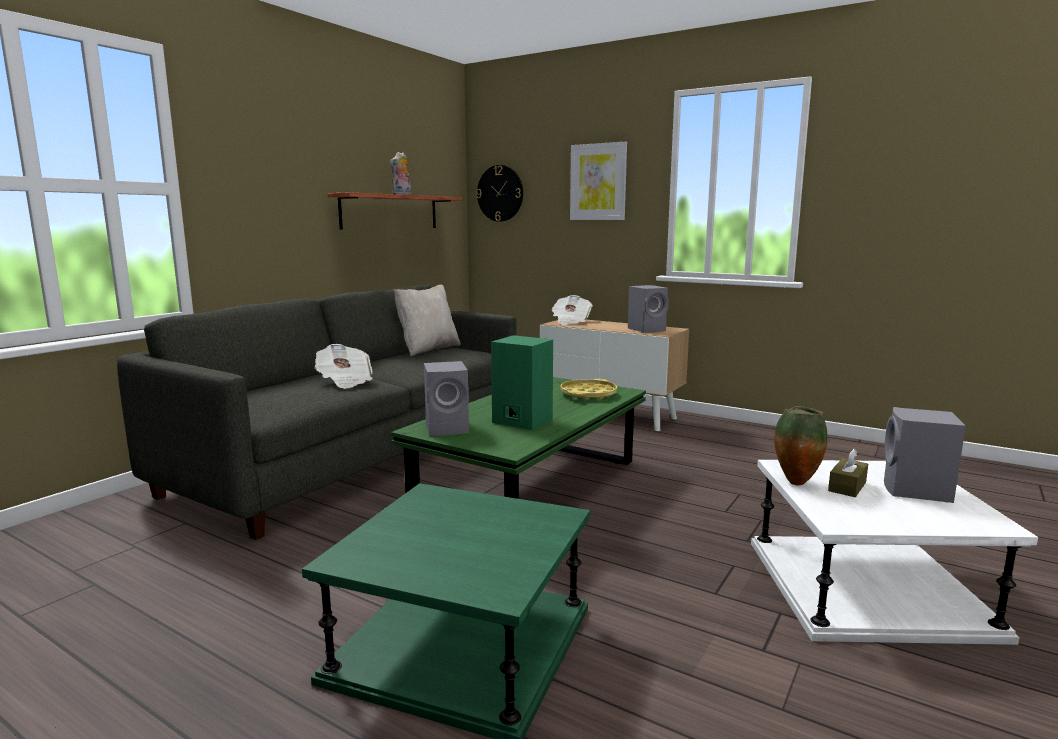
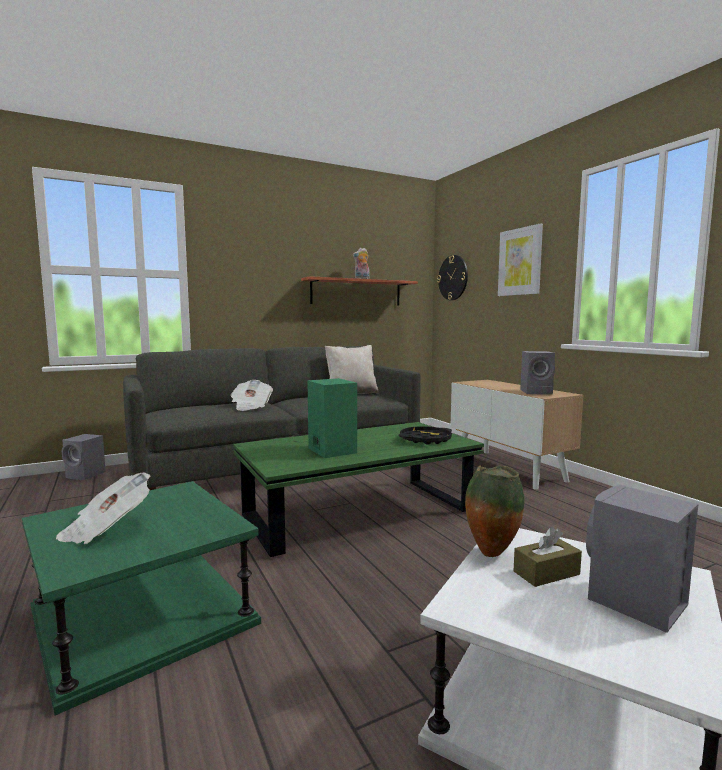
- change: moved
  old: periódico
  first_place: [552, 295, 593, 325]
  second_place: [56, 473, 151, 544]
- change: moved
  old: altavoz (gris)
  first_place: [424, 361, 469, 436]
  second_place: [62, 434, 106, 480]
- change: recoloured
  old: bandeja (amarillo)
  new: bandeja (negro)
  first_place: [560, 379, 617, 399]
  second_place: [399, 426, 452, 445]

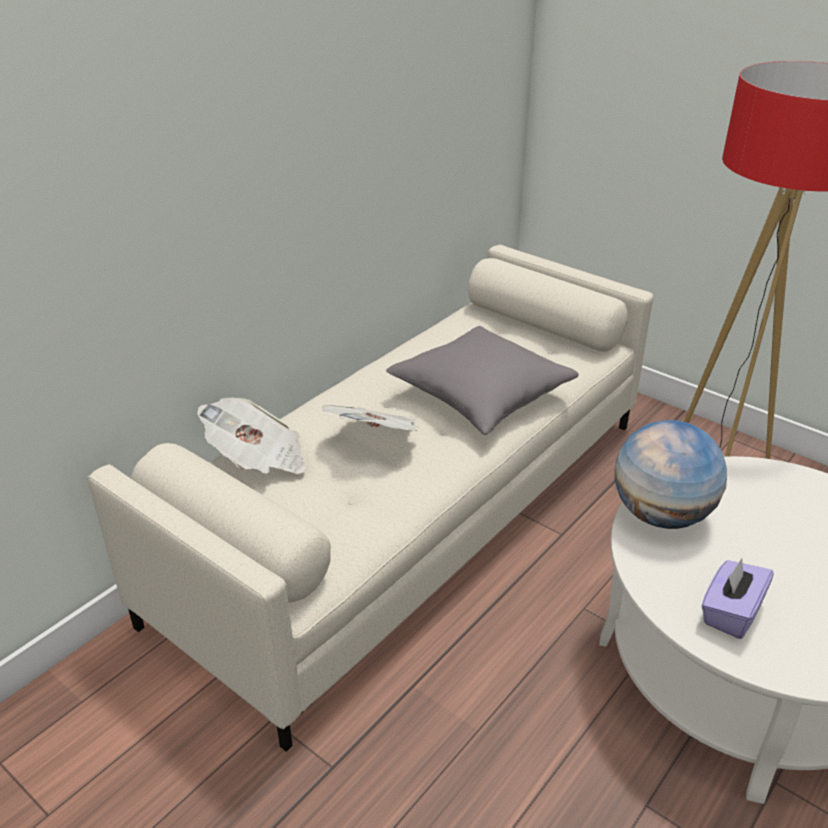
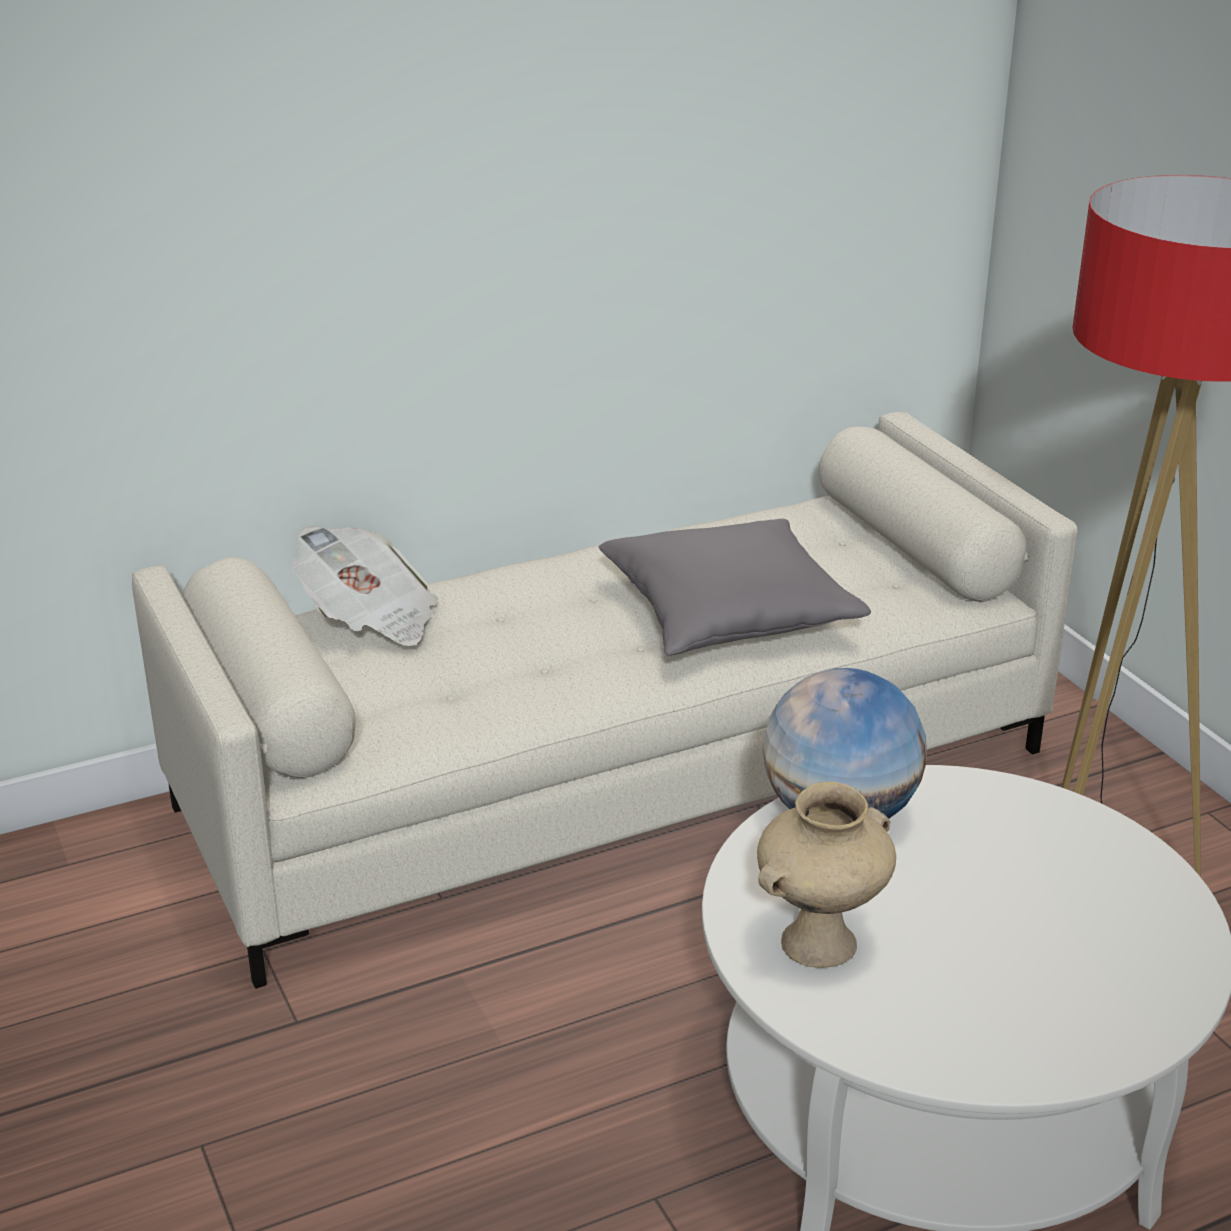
- change: removed
  old: periódico
  first_place: [322, 405, 419, 431]
- change: replaced
  old: caja de pañuelos (morado)
  new: florero (beis)
  first_place: [701, 558, 774, 639]
  second_place: [757, 781, 896, 968]

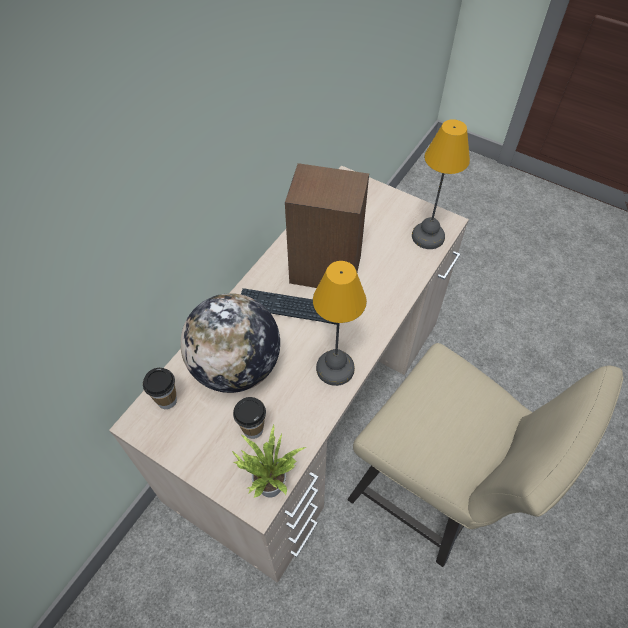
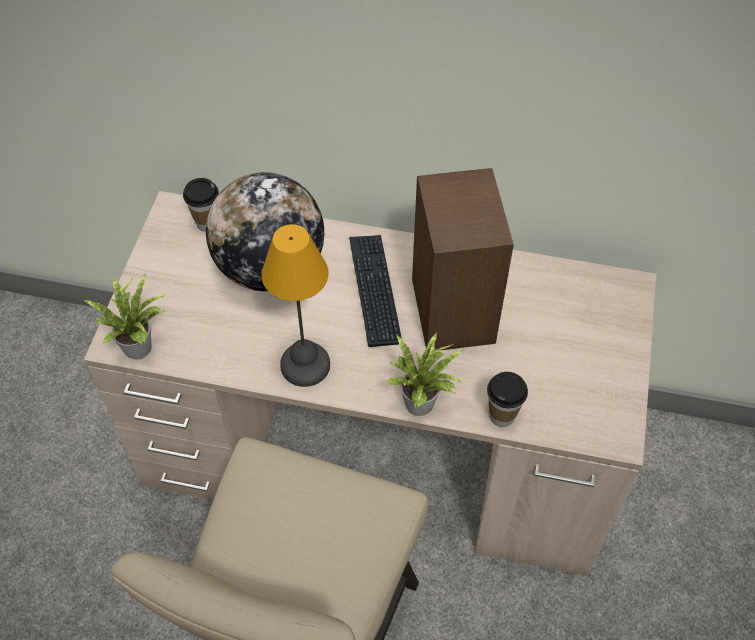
- change: removed
  old: lámpara de mesa
  first_place: [412, 119, 470, 249]
- change: moved
  old: taza
  first_place: [233, 397, 266, 439]
  second_place: [487, 372, 528, 427]
- change: added
  new: planta en maceta
  second_place: [385, 333, 466, 416]

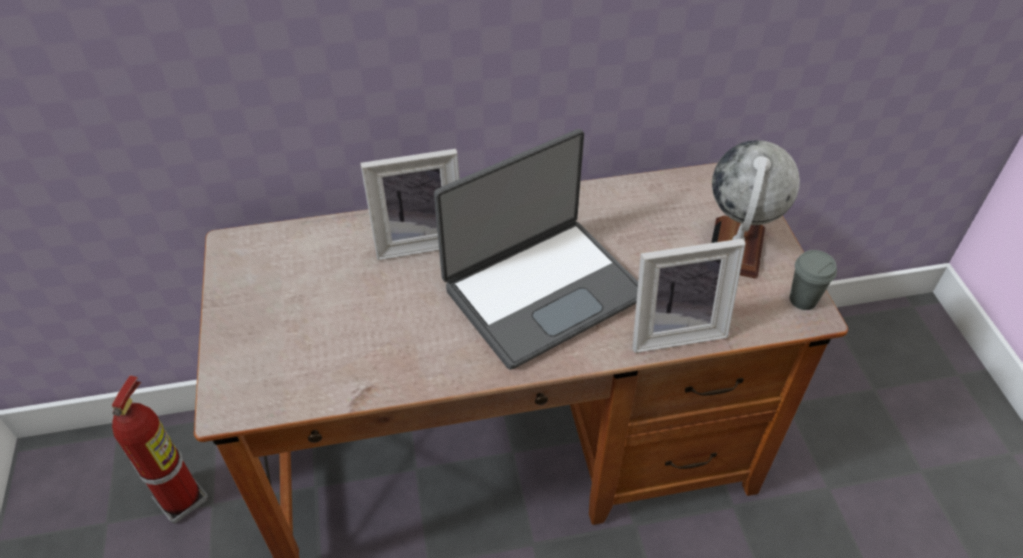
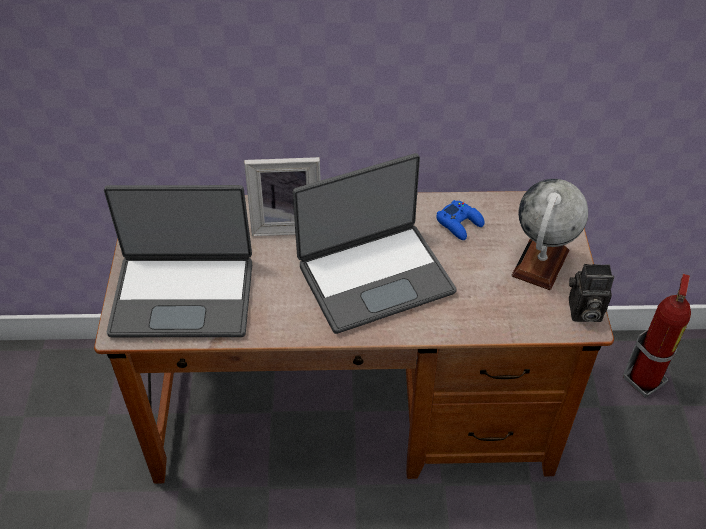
- change: removed
  old: portarretratos
  first_place: [632, 238, 746, 353]
- change: replaced
  old: taza (gris)
  new: cámara
  first_place: [790, 250, 837, 310]
  second_place: [569, 264, 614, 322]
- change: moved
  old: extintor
  first_place: [112, 375, 208, 524]
  second_place: [623, 274, 691, 398]
- change: added
  new: portátil
  second_place: [104, 185, 252, 337]
- change: added
  new: mando de consola (azul)
  second_place: [436, 200, 485, 240]

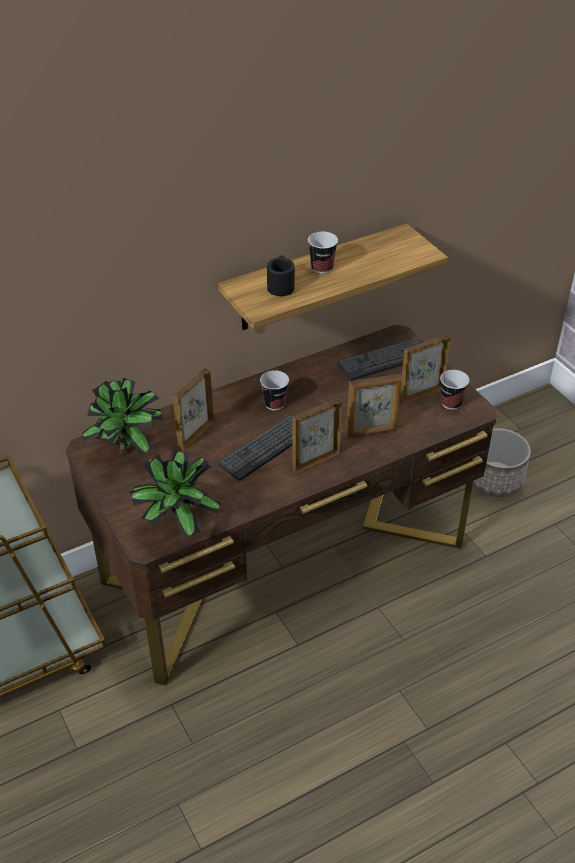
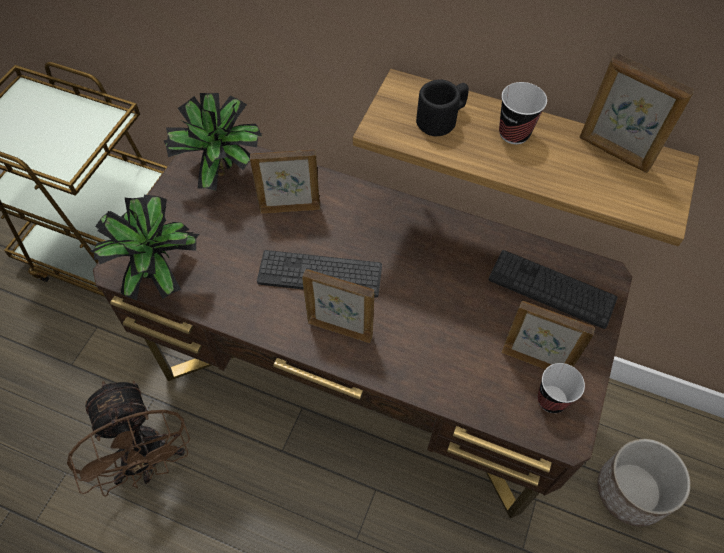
- change: removed
  old: taza
  first_place: [260, 370, 289, 410]
- change: moved
  old: portarretratos
  first_place: [346, 374, 402, 438]
  second_place: [580, 53, 695, 173]
- change: added
  new: ventilador (marrón)
  second_place: [67, 381, 190, 497]

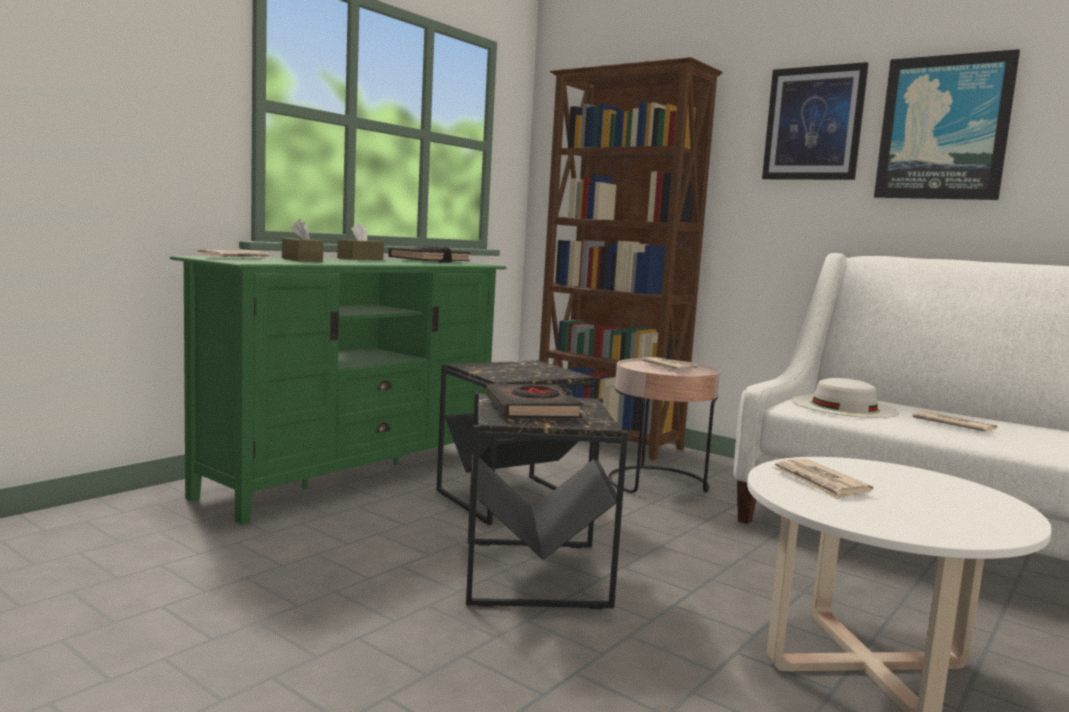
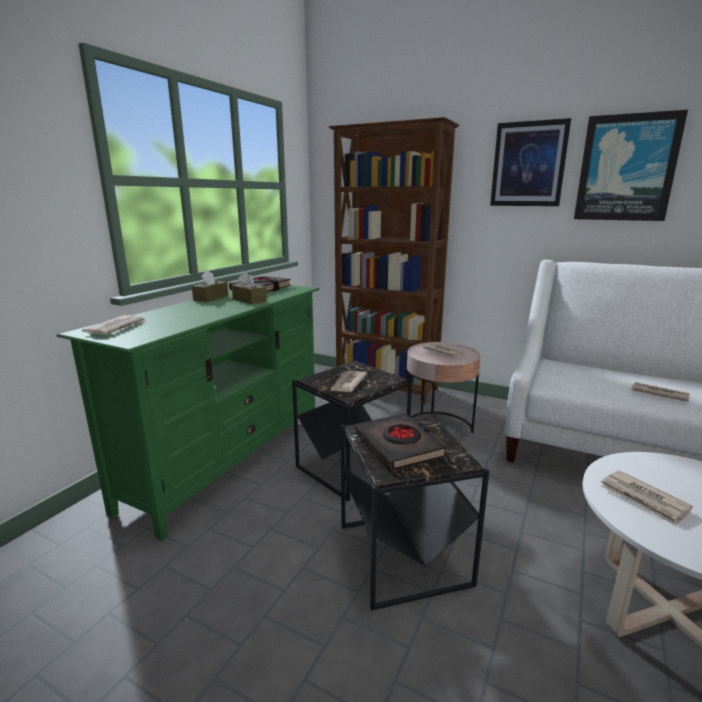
- change: moved
  old: caja de pañuelos (marrón)
  first_place: [282, 219, 323, 262]
  second_place: [232, 272, 267, 304]
- change: removed
  old: sombrero (blanco)
  first_place: [792, 378, 899, 418]
- change: added
  new: periódico
  second_place: [330, 371, 367, 392]

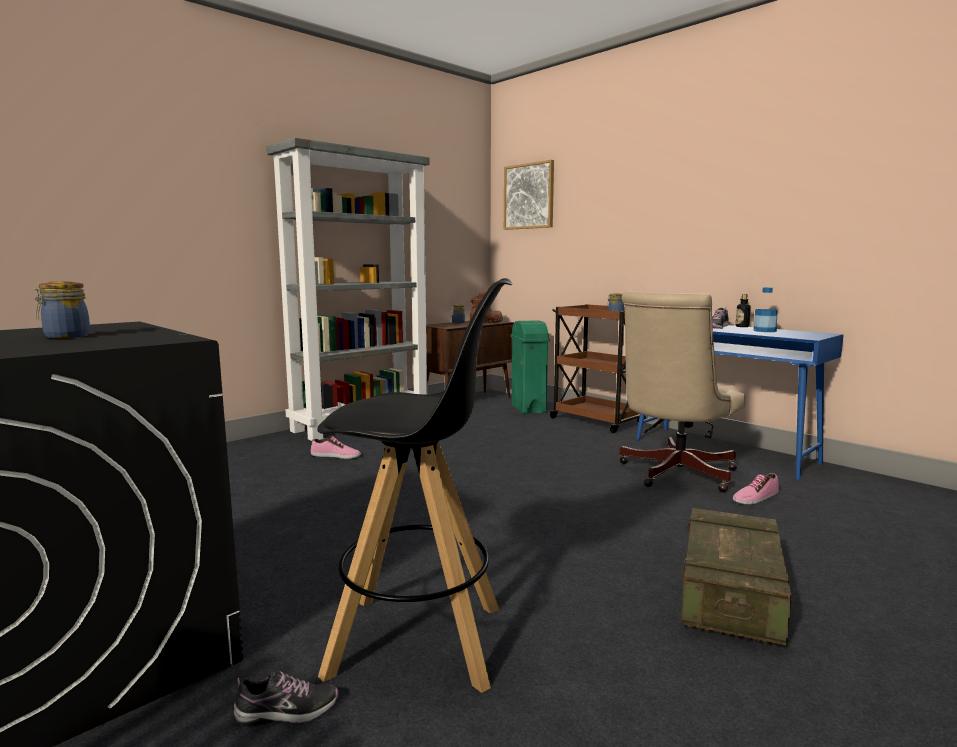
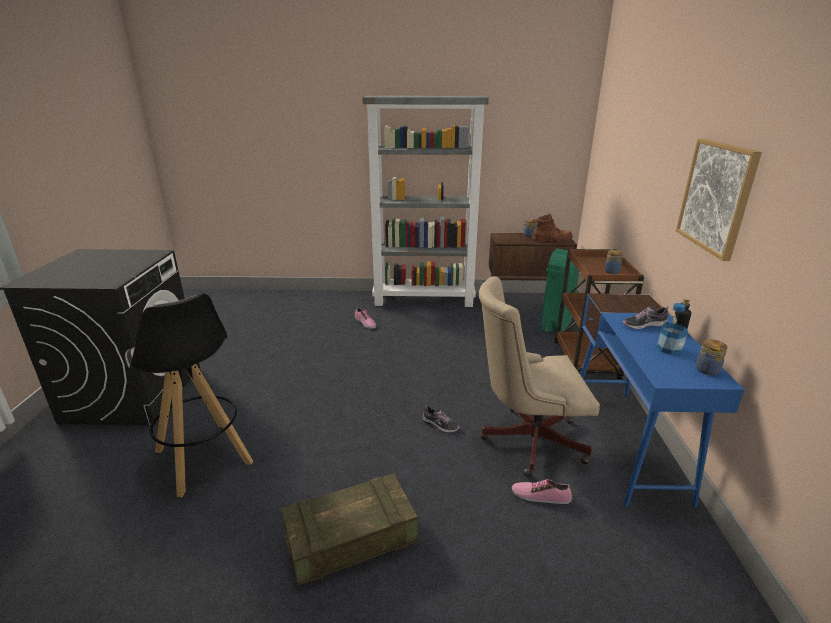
- change: moved
  old: cuadro
  first_place: [504, 160, 554, 230]
  second_place: [676, 139, 762, 261]
- change: moved
  old: tarro
  first_place: [33, 281, 90, 338]
  second_place: [696, 339, 728, 376]
- change: moved
  old: zapato
  first_place: [233, 670, 338, 727]
  second_place: [422, 405, 460, 433]

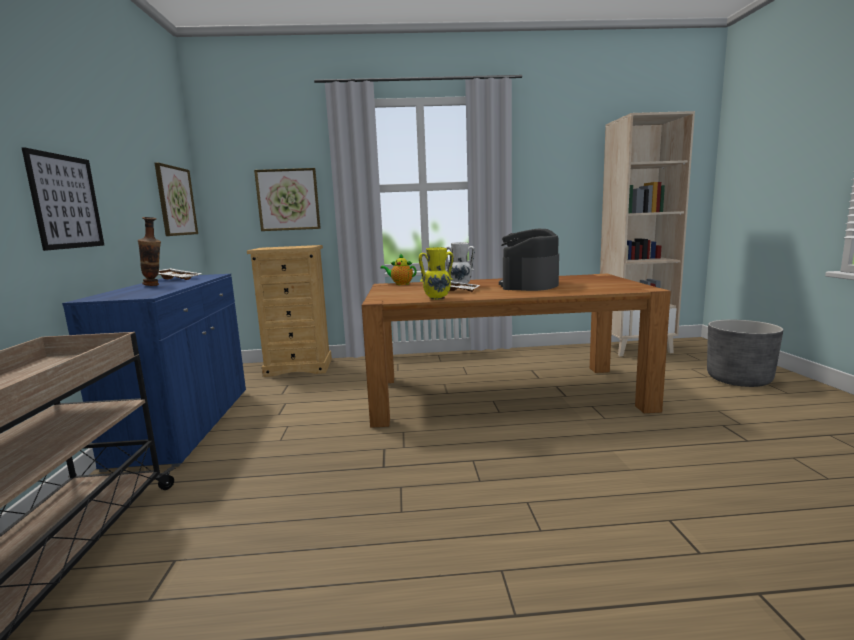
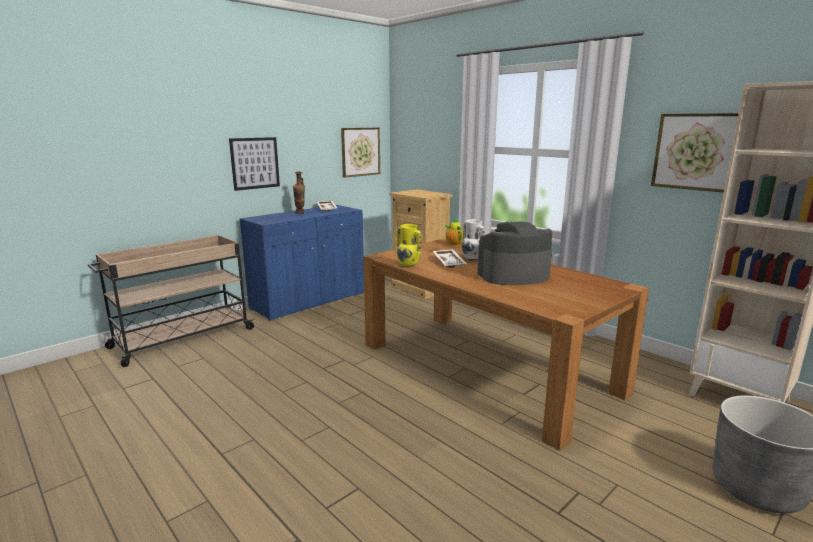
- change: moved
  old: cuadro
  first_place: [254, 168, 321, 231]
  second_place: [651, 113, 739, 193]

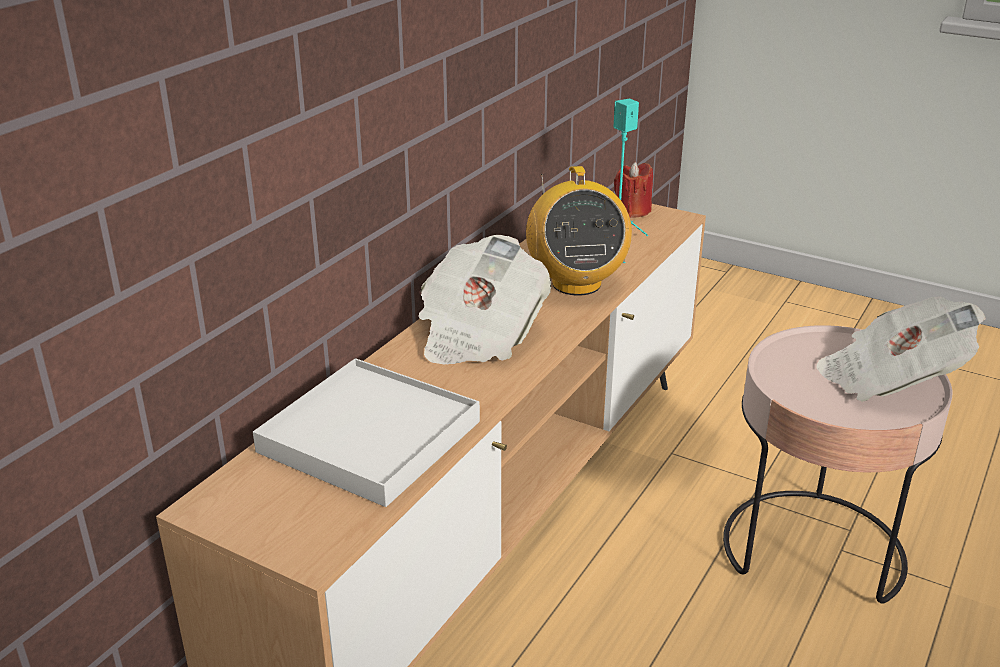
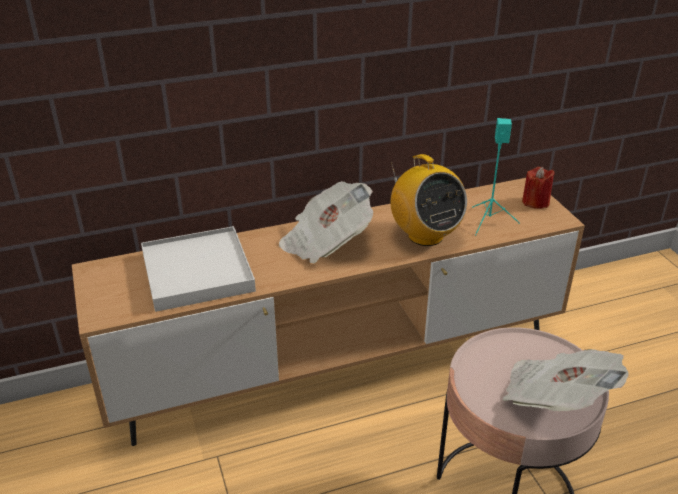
- change: turned
  old: radio
  first_place: [526, 166, 632, 296]
  second_place: [391, 154, 467, 246]
  degrees: -60

